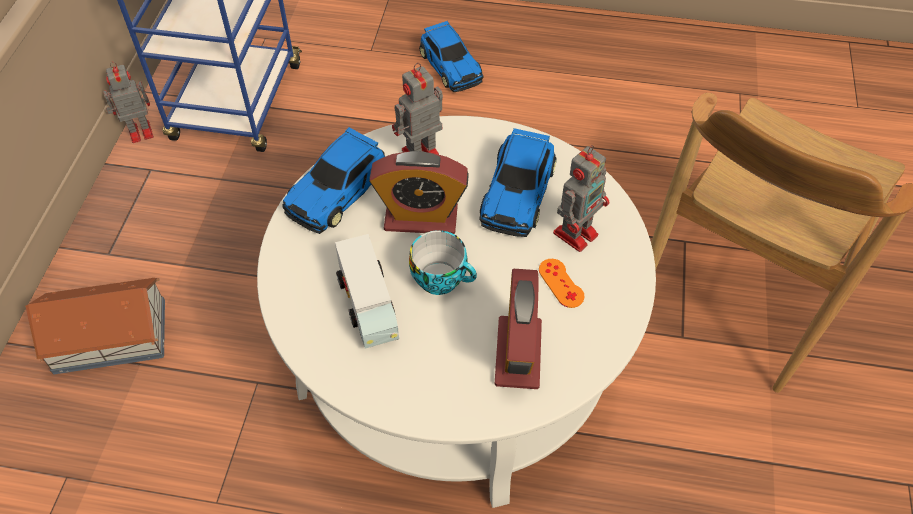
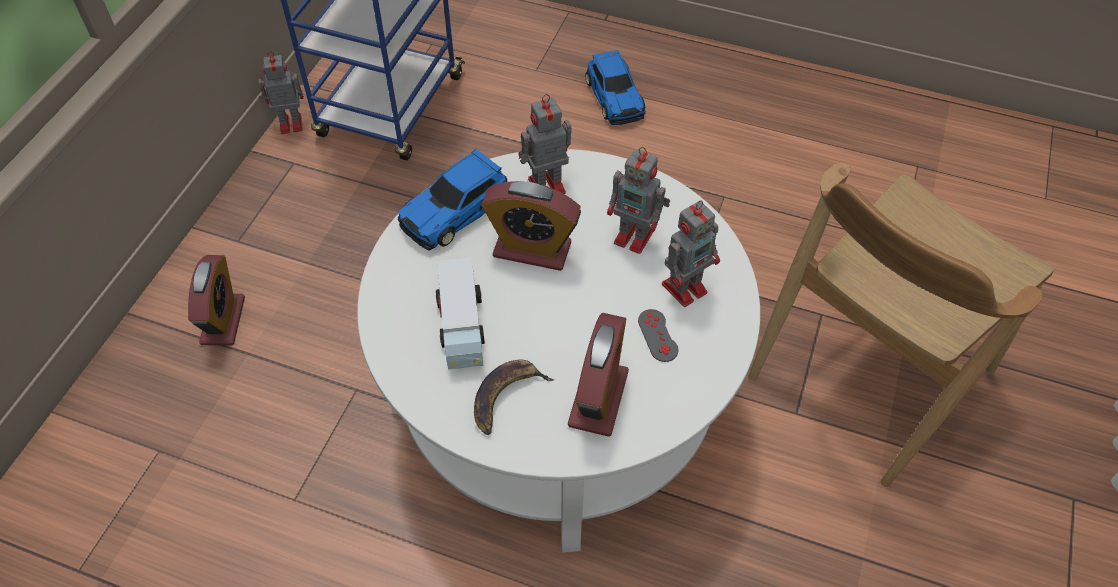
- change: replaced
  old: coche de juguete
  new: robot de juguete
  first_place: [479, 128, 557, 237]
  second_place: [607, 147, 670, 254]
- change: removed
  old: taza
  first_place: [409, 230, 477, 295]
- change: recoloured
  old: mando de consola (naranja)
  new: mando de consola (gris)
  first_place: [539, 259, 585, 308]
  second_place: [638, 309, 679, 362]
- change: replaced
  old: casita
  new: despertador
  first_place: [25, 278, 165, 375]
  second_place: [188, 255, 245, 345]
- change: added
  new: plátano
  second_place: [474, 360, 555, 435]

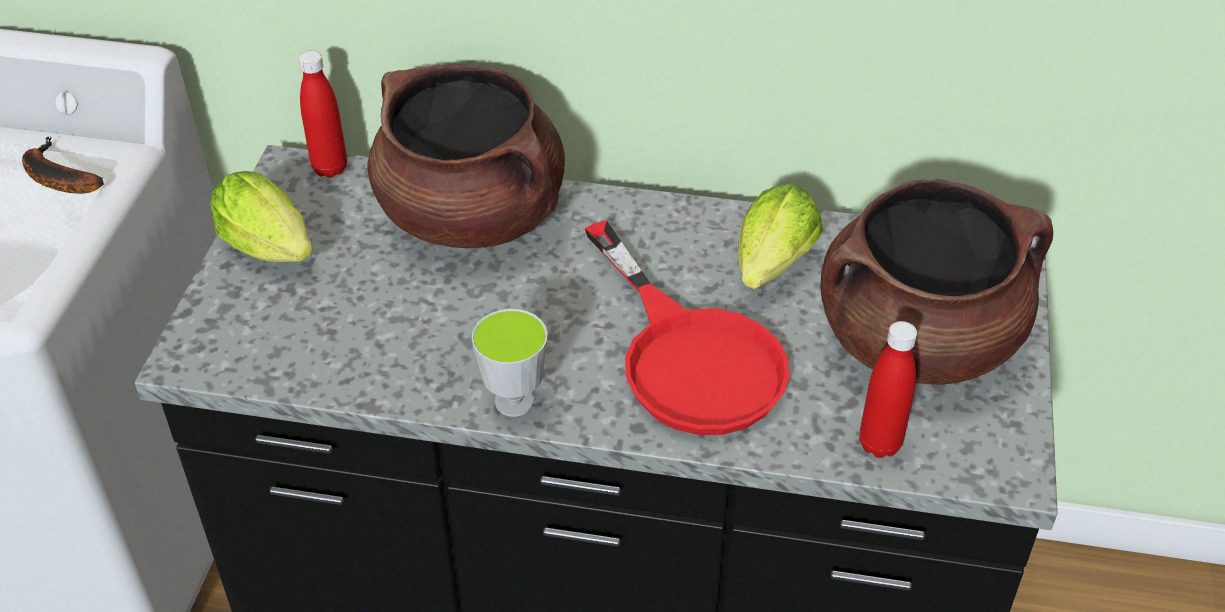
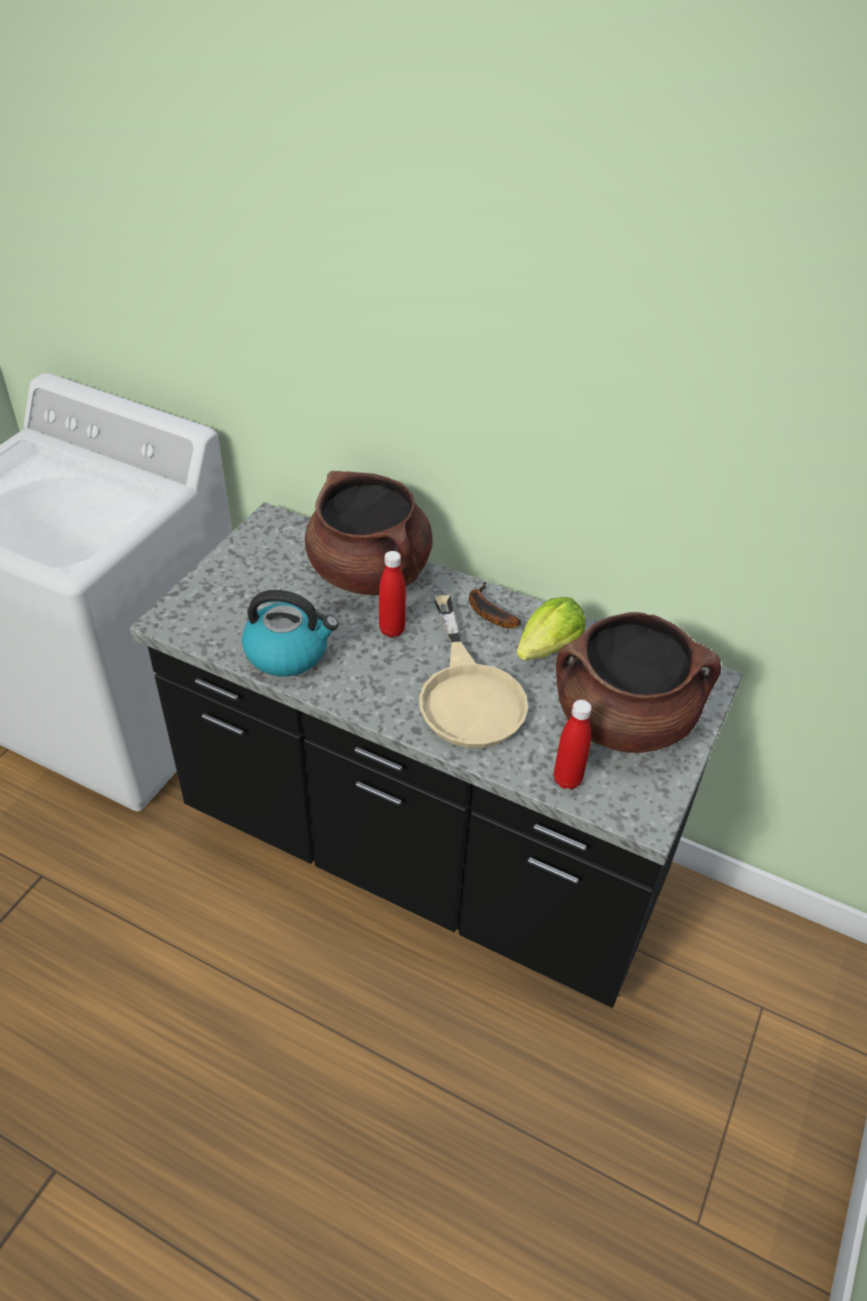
- change: moved
  old: botella (rojo)
  first_place: [299, 50, 347, 178]
  second_place: [379, 551, 406, 637]
- change: moved
  old: plátano
  first_place: [22, 136, 104, 194]
  second_place: [469, 582, 521, 628]
- change: removed
  old: lechuga
  first_place: [210, 171, 312, 262]
- change: recoloured
  old: sartén (rojo)
  new: sartén (beis)
  first_place: [585, 221, 790, 435]
  second_place: [419, 595, 528, 748]
- change: removed
  old: taza
  first_place: [472, 309, 548, 417]
- change: added
  new: hervidor
  second_place: [242, 590, 339, 676]

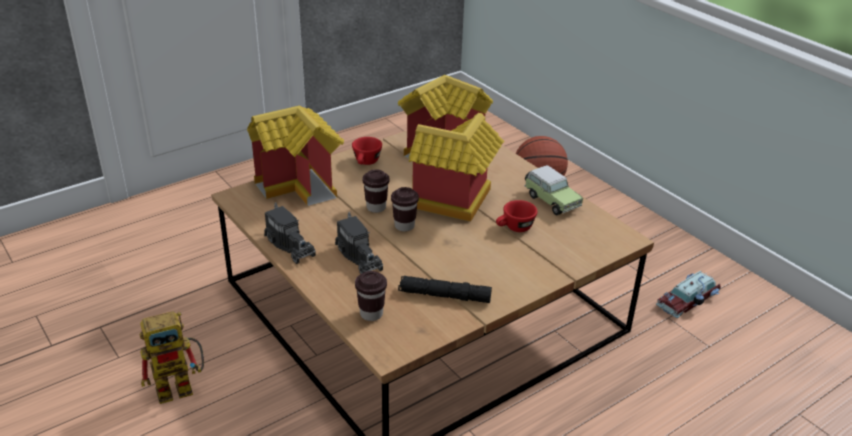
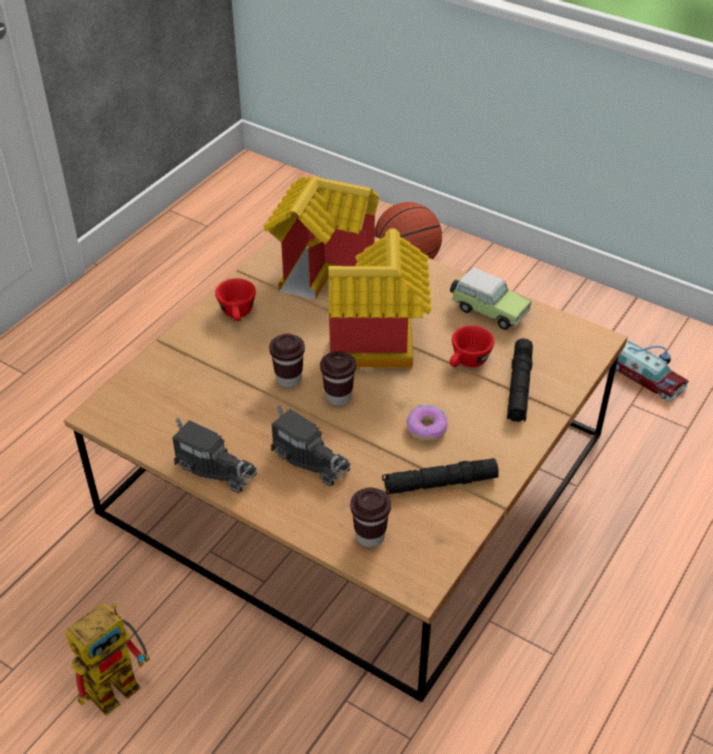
- change: removed
  old: casita
  first_place: [247, 105, 344, 206]
- change: turned
  old: coche de juguete
  first_place: [656, 270, 720, 318]
  second_place: [616, 340, 689, 402]
  degrees: -75
- change: added
  new: linterna (negro)
  second_place: [507, 338, 533, 422]
- change: added
  new: rosquilla
  second_place: [406, 405, 447, 441]

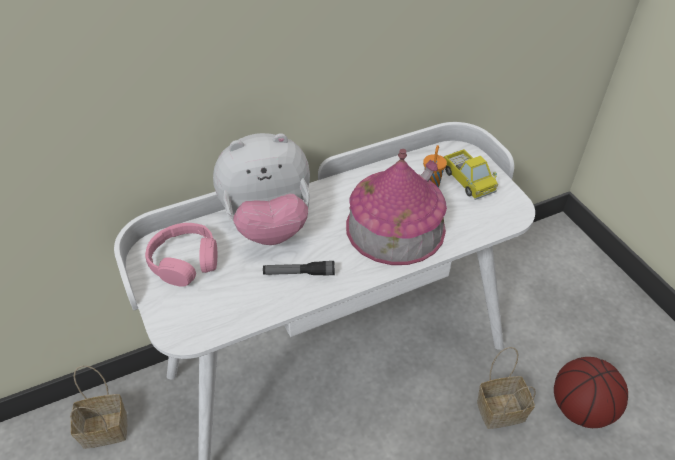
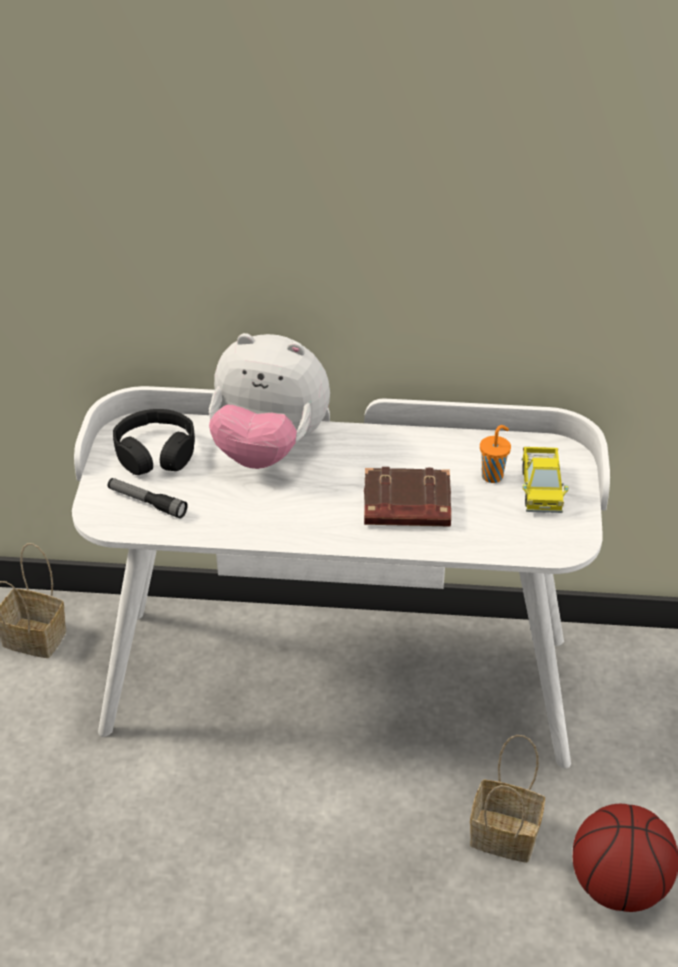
- change: replaced
  old: casita
  new: libro (marrón)
  first_place: [346, 149, 447, 265]
  second_place: [364, 467, 451, 526]
- change: recoloured
  old: auriculares (rosa)
  new: auriculares (negro)
  first_place: [145, 223, 217, 287]
  second_place: [113, 409, 195, 475]
- change: moved
  old: linterna
  first_place: [263, 261, 335, 276]
  second_place: [108, 478, 188, 519]

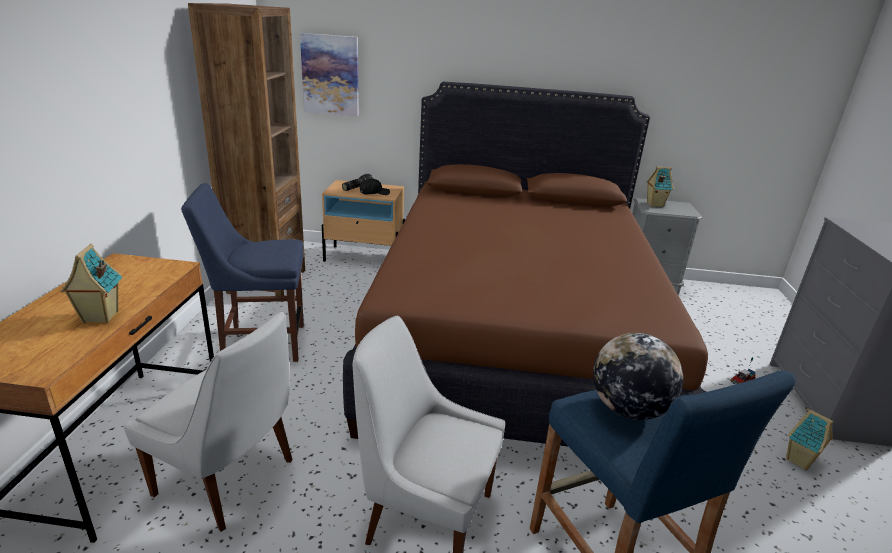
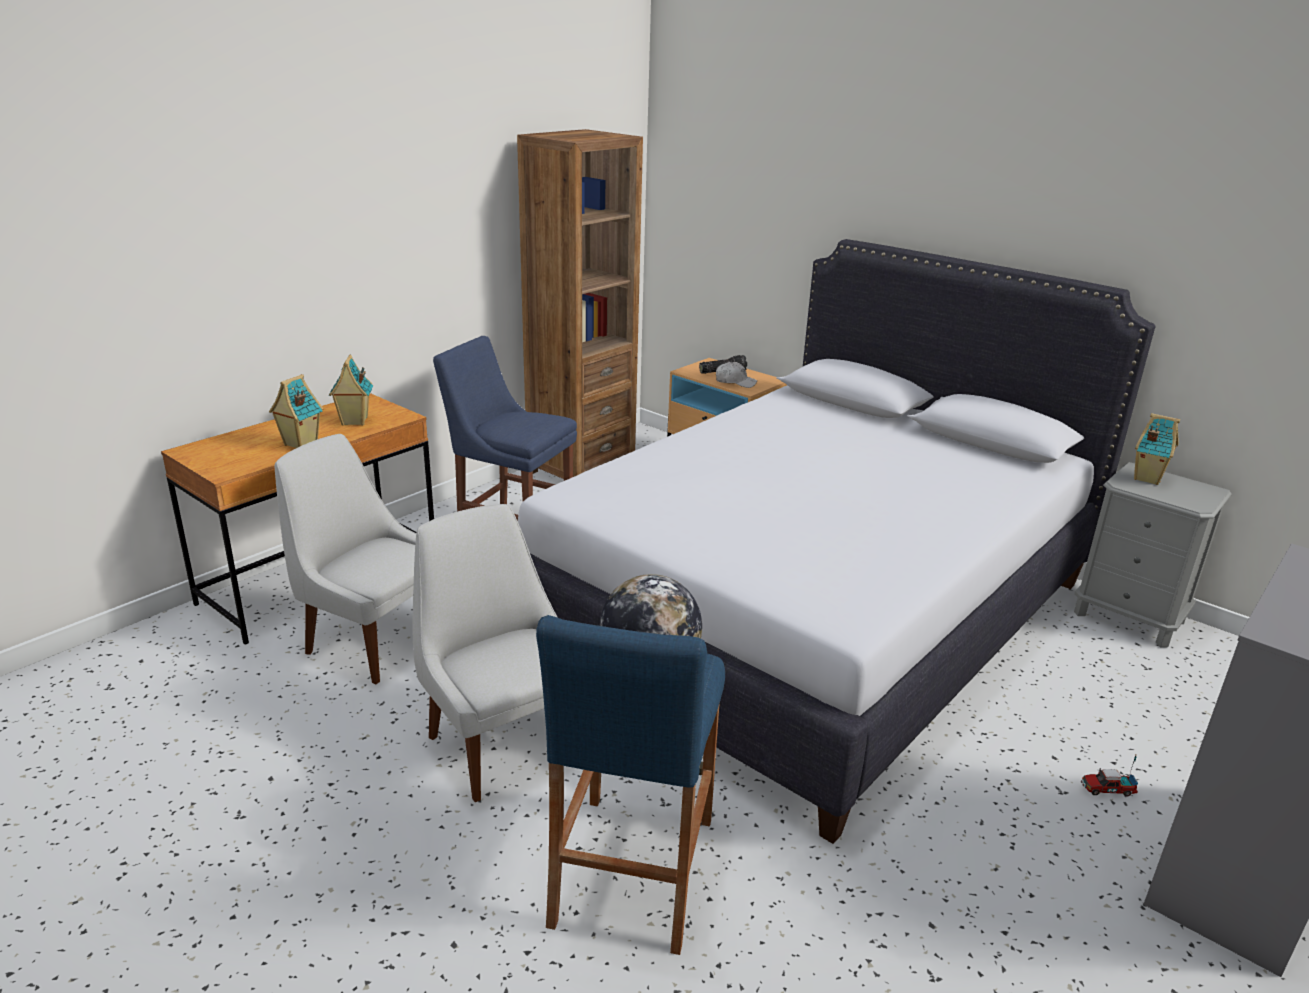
- change: removed
  old: cuadro
  first_place: [300, 33, 359, 116]
- change: recoloured
  old: cama (marrón)
  new: cama (blanco)
  first_place: [343, 82, 708, 447]
  second_place: [518, 239, 1155, 844]
- change: recoloured
  old: gorra (negro)
  new: gorra (blanco)
  first_place: [359, 178, 390, 195]
  second_place: [716, 362, 757, 388]
- change: turned
  old: silla (blanco)
  first_place: [123, 312, 292, 532]
  second_place: [274, 434, 416, 684]
  degrees: 150
- change: moved
  old: casita
  first_place: [786, 409, 834, 470]
  second_place: [328, 355, 373, 426]

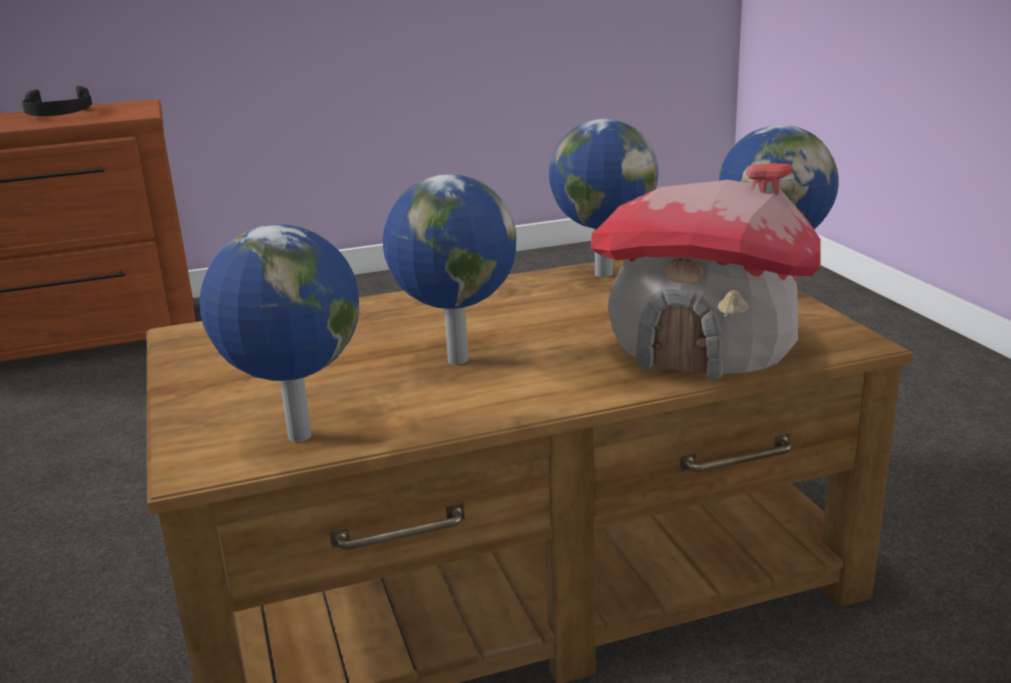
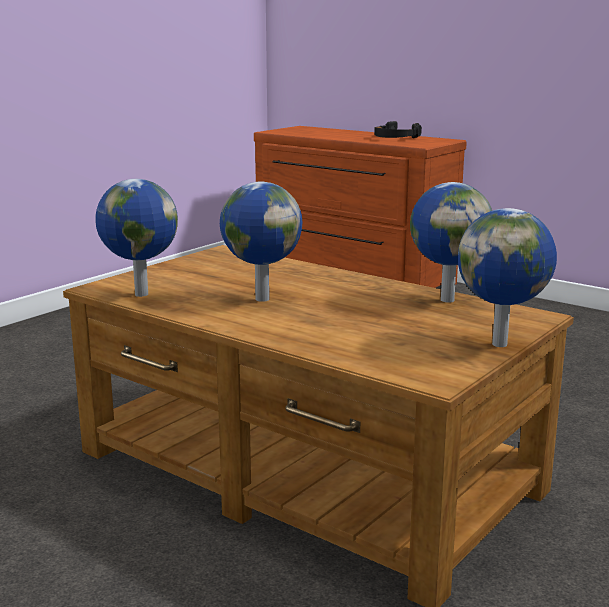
- change: removed
  old: casita
  first_place: [591, 163, 821, 380]

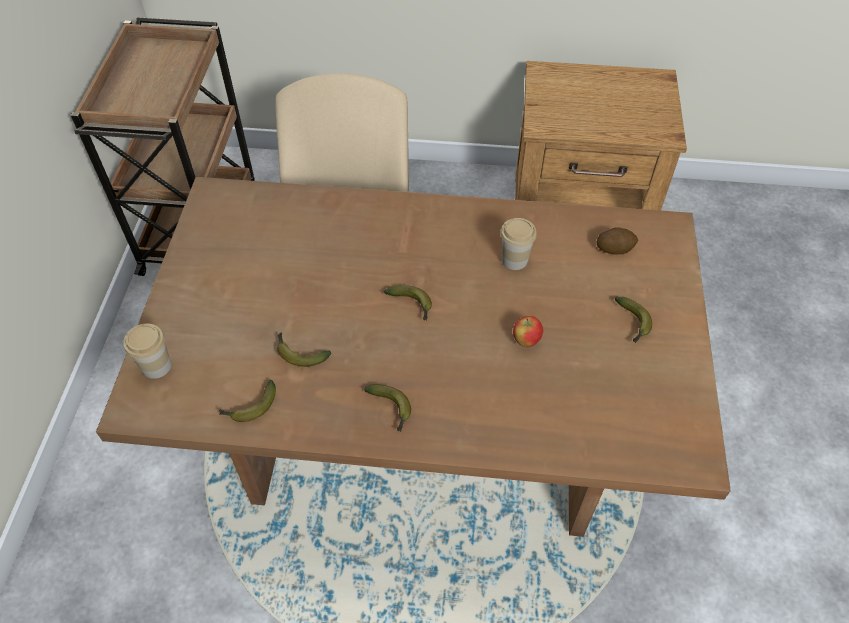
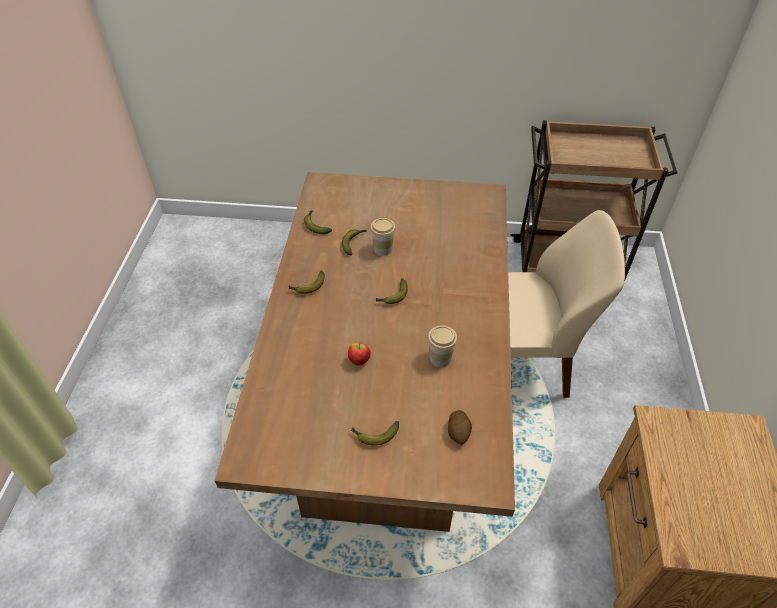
- change: moved
  old: taza
  first_place: [123, 324, 171, 379]
  second_place: [370, 218, 396, 256]

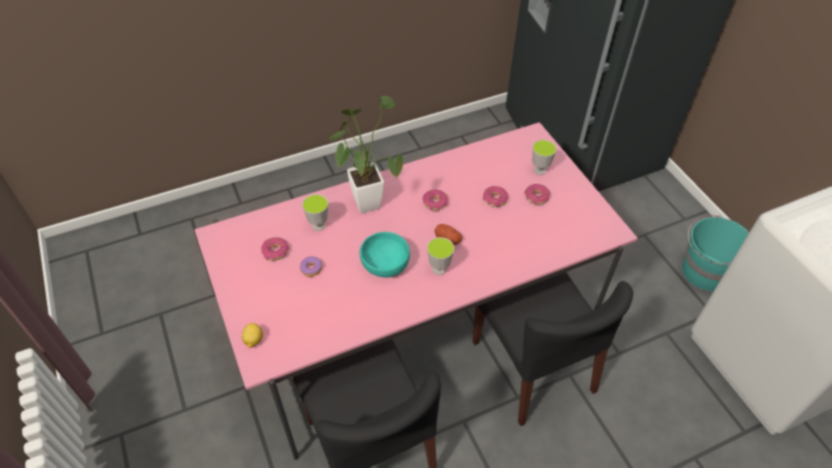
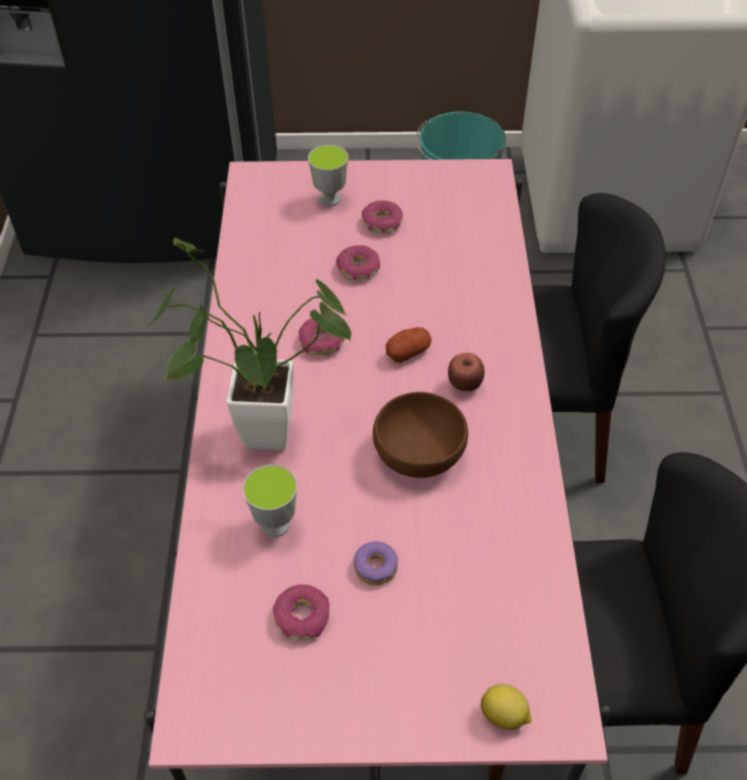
- change: recoloured
  old: cuenco (turquesa)
  new: cuenco (marrón)
  first_place: [360, 232, 410, 278]
  second_place: [373, 392, 468, 478]
- change: replaced
  old: taza
  new: manzana
  first_place: [427, 237, 454, 275]
  second_place: [448, 353, 485, 391]

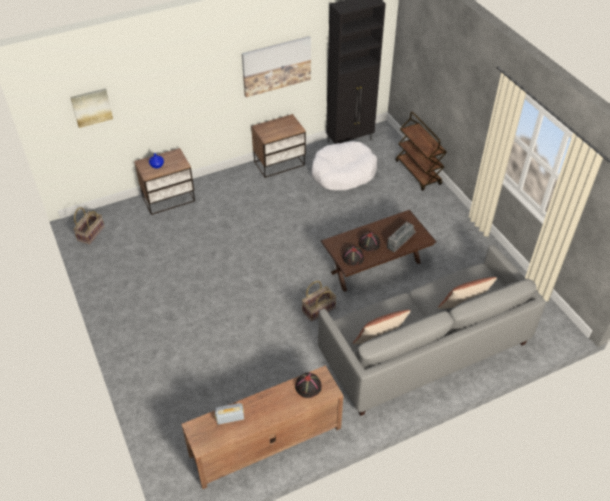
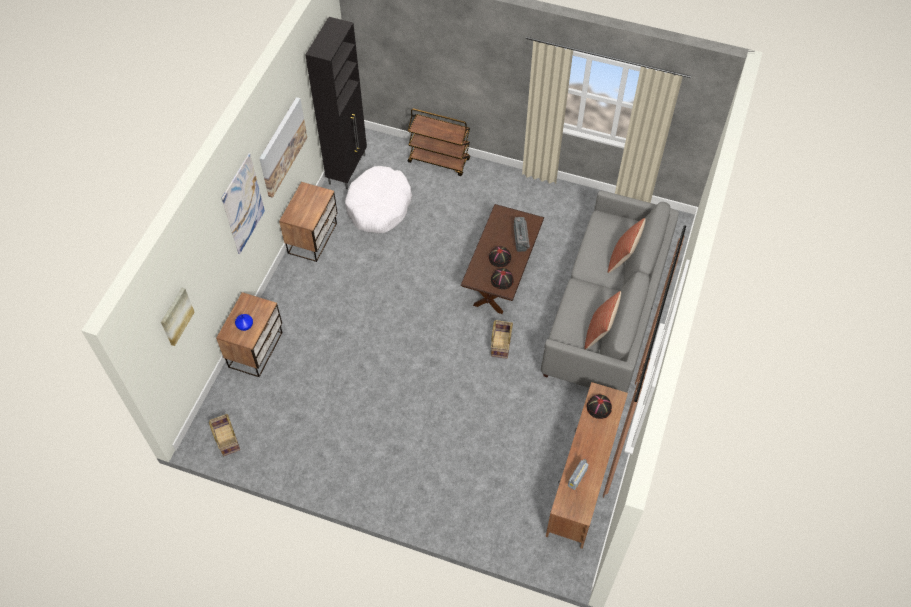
- change: added
  new: cuadro
  second_place: [222, 153, 265, 254]

